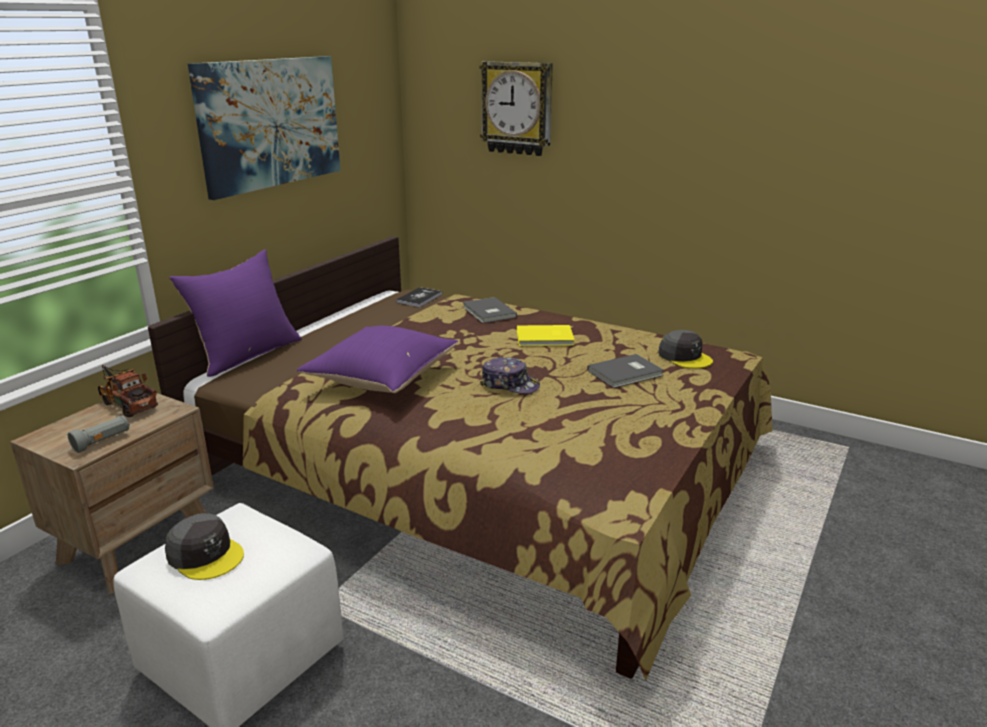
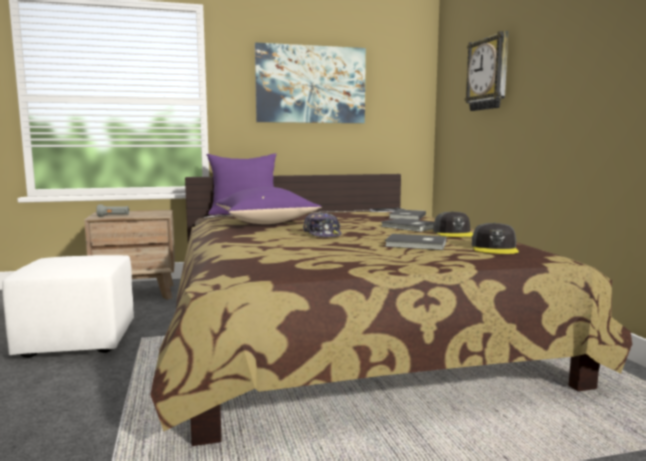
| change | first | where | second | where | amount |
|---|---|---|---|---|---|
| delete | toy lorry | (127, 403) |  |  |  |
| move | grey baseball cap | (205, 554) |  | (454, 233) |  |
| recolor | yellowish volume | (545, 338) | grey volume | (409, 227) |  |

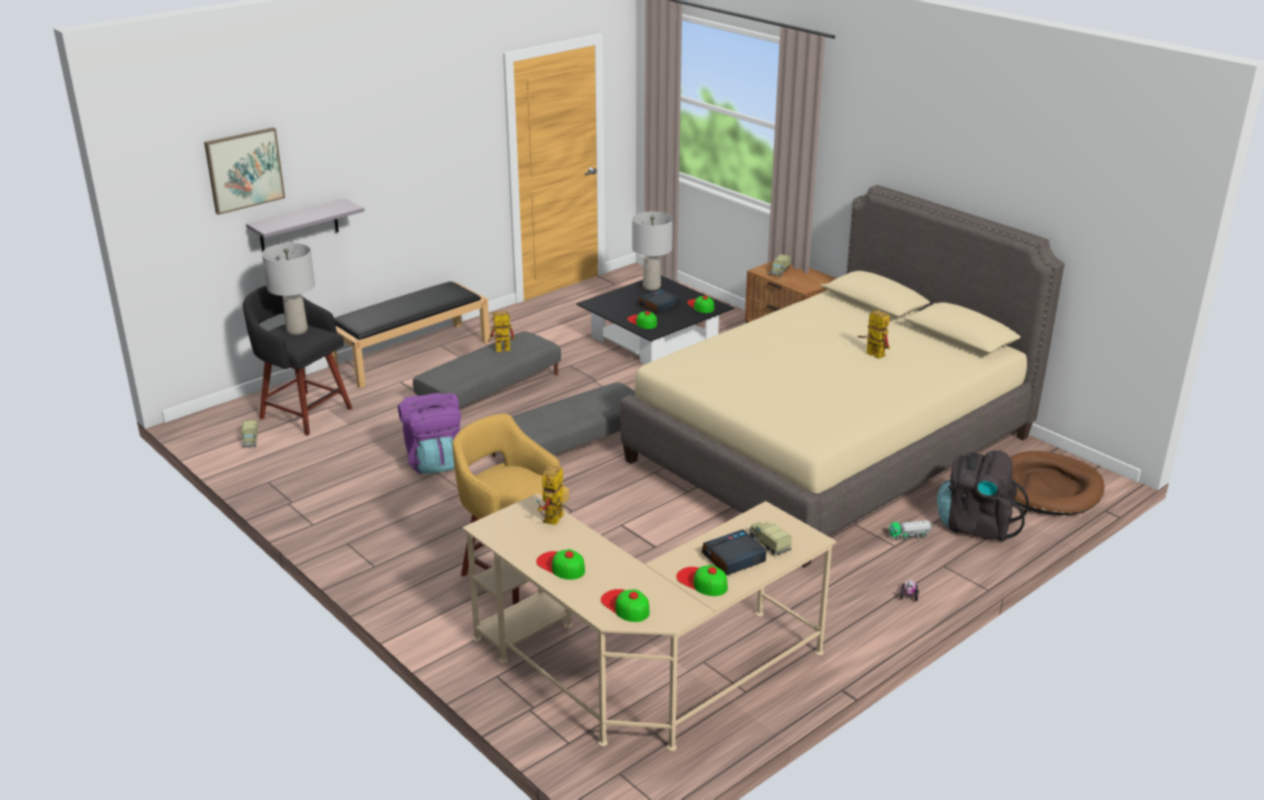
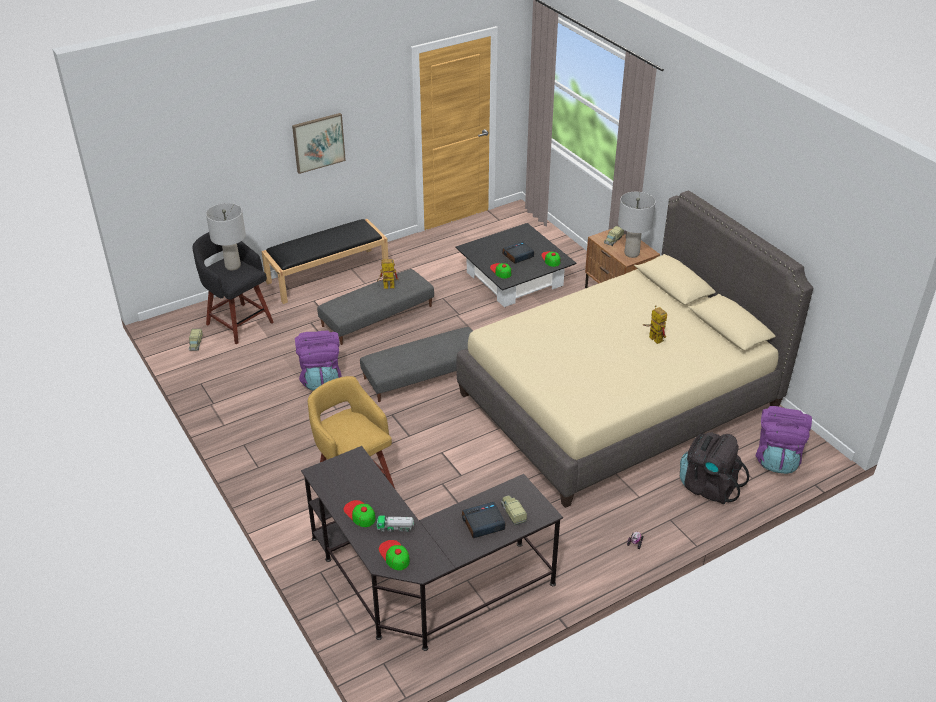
| change | first | where | second | where | amount |
|---|---|---|---|---|---|
| move | wall art | (244, 170) |  | (318, 142) |  |
| delete | grey bracket shelf | (298, 226) |  |  |  |
| recolor | beige desk | (644, 672) | blackish desk | (423, 583) |  |
| delete | robot figure | (553, 522) |  |  |  |
| move | grey tabletop lamp | (651, 287) |  | (631, 254) |  |
| delete | baseball cap | (702, 581) |  |  |  |
| move | toy lorry | (909, 535) |  | (395, 528) |  |
| replace | brownish pet bed | (1048, 488) | purplish rucksack | (777, 458) |  |

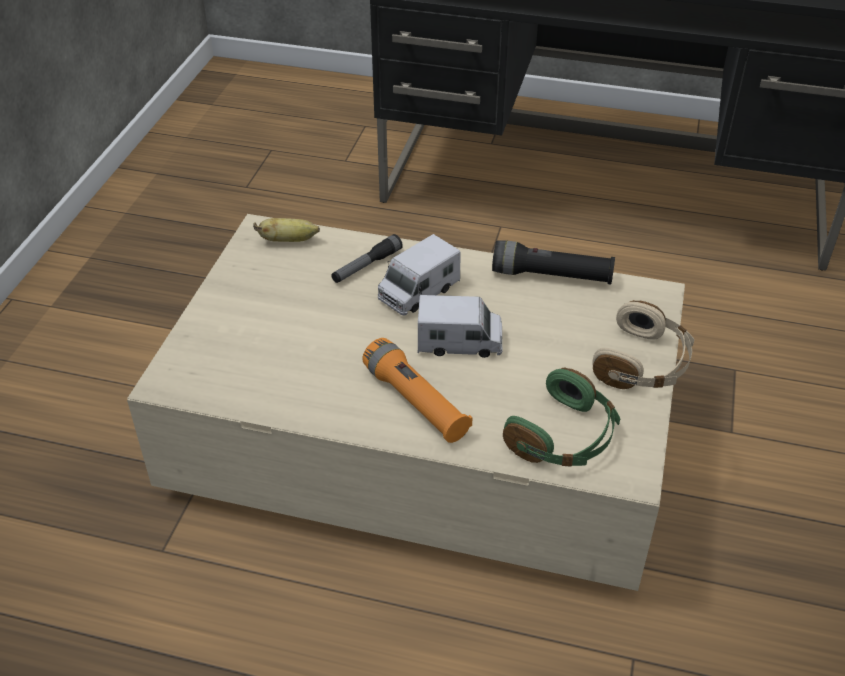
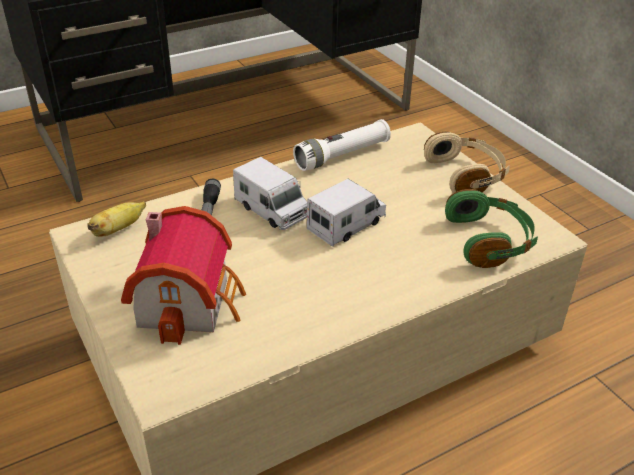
| change | first | where | second | where | amount |
|---|---|---|---|---|---|
| delete | orange flashlight | (415, 402) |  |  |  |
| rotate | toy lorry | (418, 292) |  | (271, 210) | 45 degrees counterclockwise |
| recolor | blackish flashlight | (551, 276) | whitish flashlight | (342, 155) |  |
| insert |  |  | miniature house | (191, 301) |  |

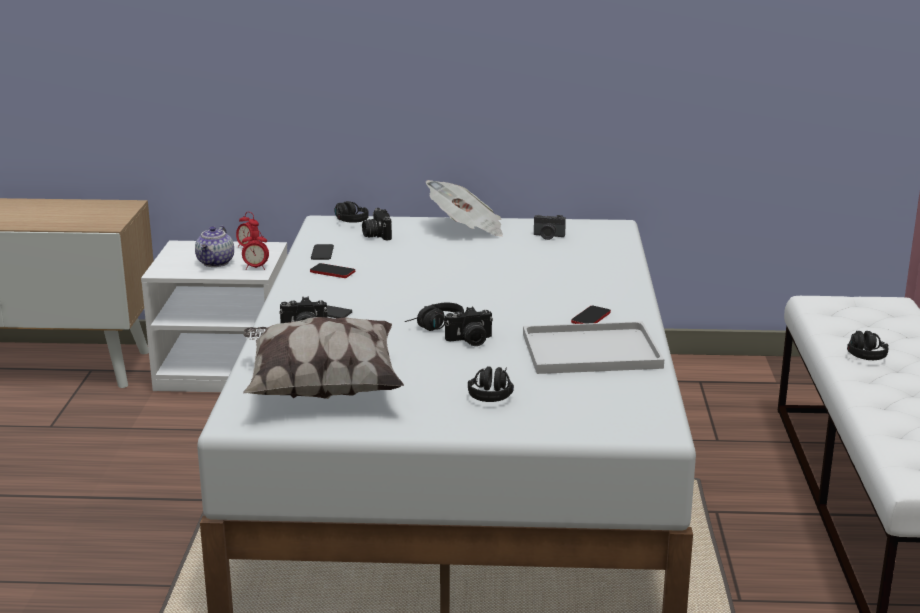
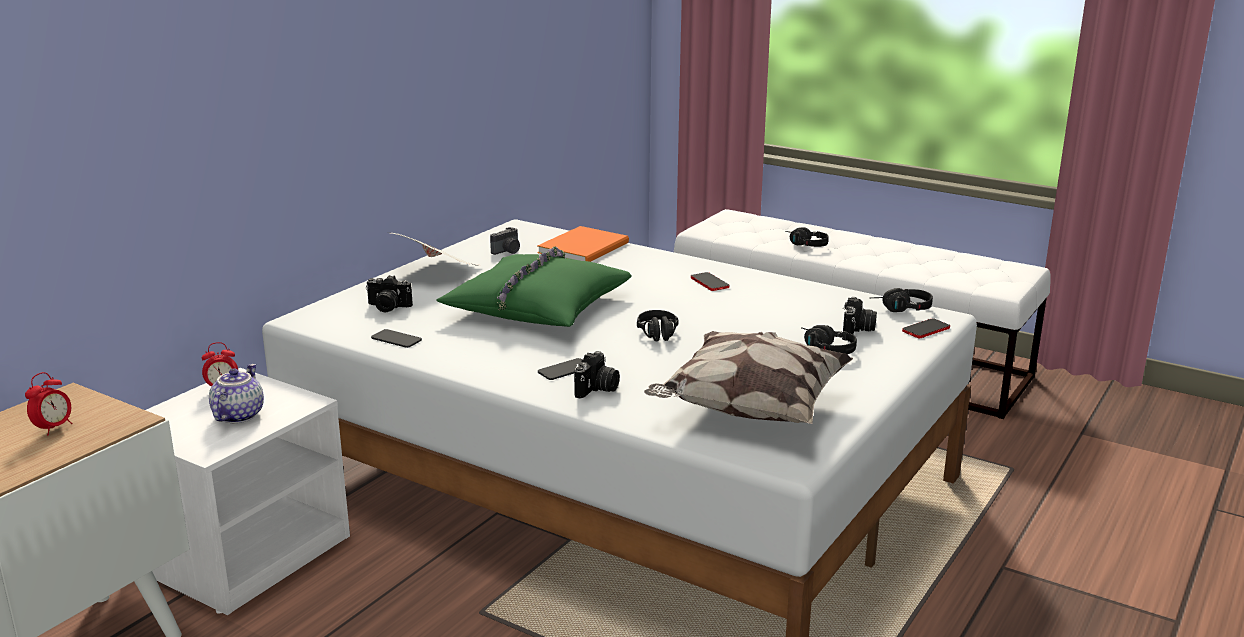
| change | first | where | second | where | amount |
|---|---|---|---|---|---|
| rotate | pot for tea | (216, 263) |  | (237, 415) | 120 degrees counterclockwise |
| move | bedside clock | (255, 268) |  | (54, 428) |  |
| move | telephone | (332, 272) |  | (926, 329) |  |
| move | blackish headphones | (348, 219) |  | (900, 309) |  |
| move | still camera | (470, 341) |  | (858, 330) |  |
| delete | whitish tray | (593, 350) |  |  |  |
| insert |  |  | greenish pillow | (537, 306) |  |
| insert |  |  | orange volume | (586, 247) |  |

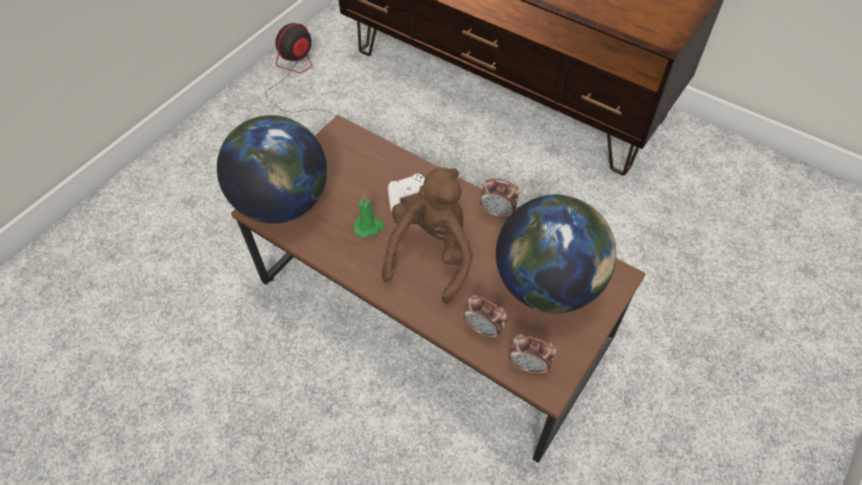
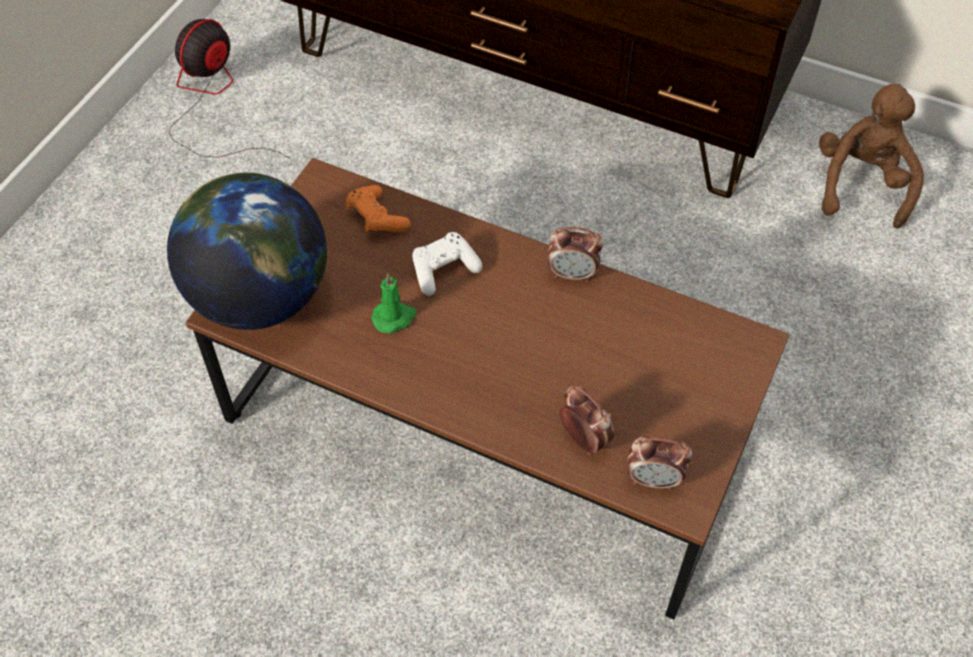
| change | first | where | second | where | amount |
|---|---|---|---|---|---|
| move | brownish plush toy | (432, 254) |  | (861, 185) |  |
| rotate | bedside clock | (484, 329) |  | (584, 439) | 150 degrees counterclockwise |
| delete | world globe | (548, 284) |  |  |  |
| insert |  |  | orange joypad | (376, 219) |  |

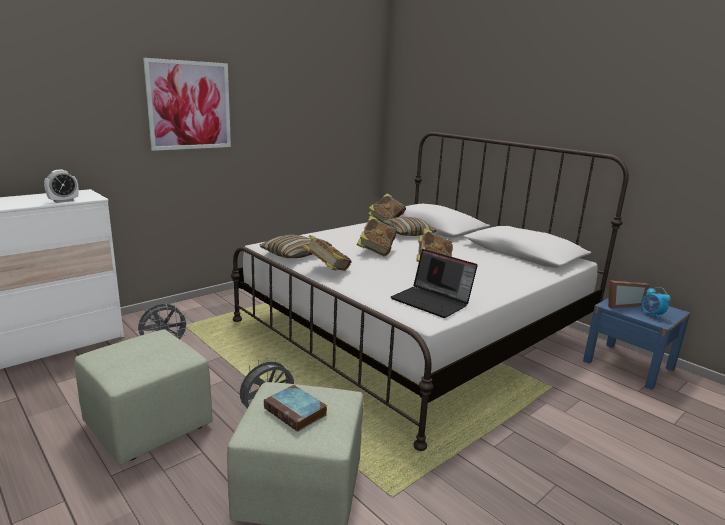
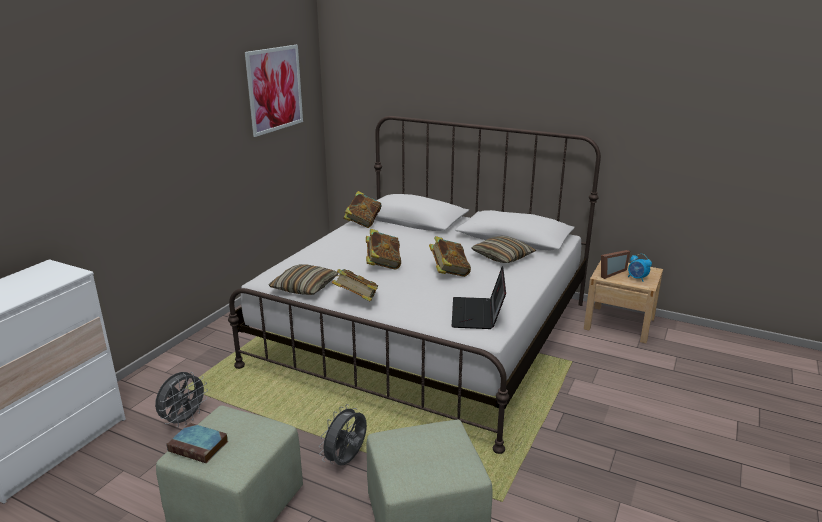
| change | first | where | second | where | amount |
|---|---|---|---|---|---|
| delete | bedside clock | (63, 201) |  |  |  |
| move | wall art | (189, 105) |  | (275, 89) |  |
| move | volume | (296, 412) |  | (199, 446) |  |
| move | pillow | (408, 233) |  | (503, 256) |  |
| rotate | portable computer | (432, 301) |  | (478, 314) | 75 degrees clockwise |
| recolor | blue-coloured night table | (628, 365) | beige night table | (619, 323) |  |

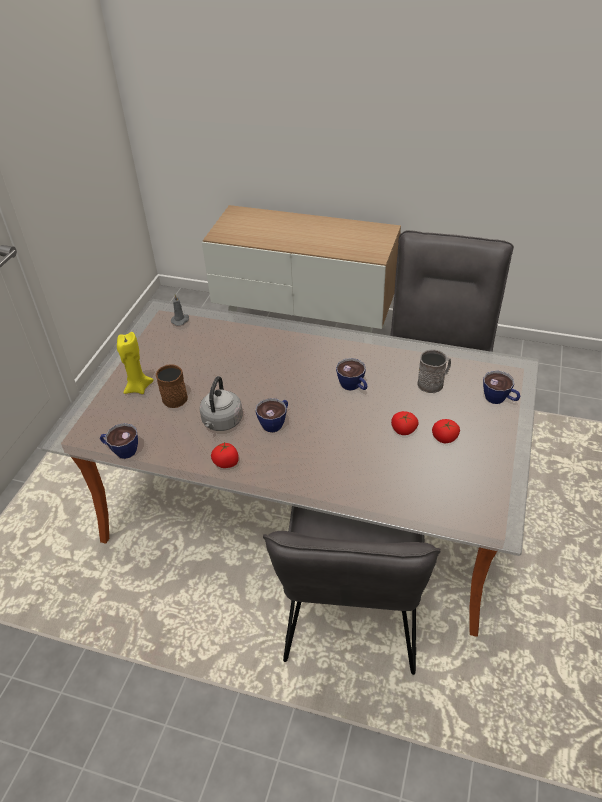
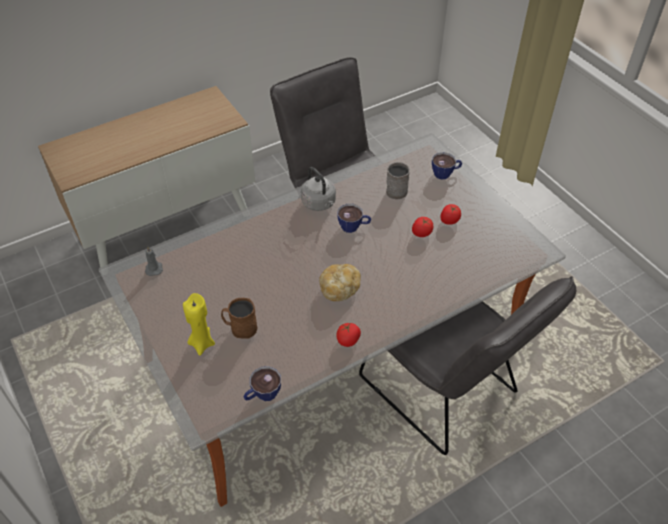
| change | first | where | second | where | amount |
|---|---|---|---|---|---|
| move | grey water kettle | (221, 422) |  | (319, 203) |  |
| replace | cup | (275, 422) | bakery bread | (339, 288) |  |

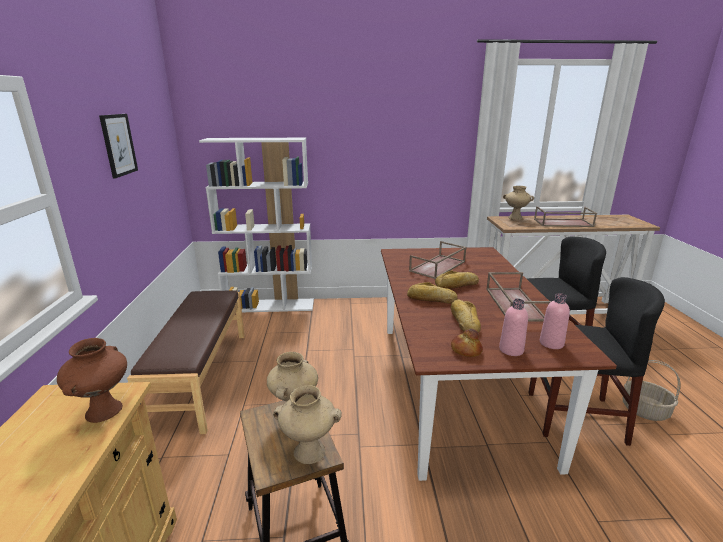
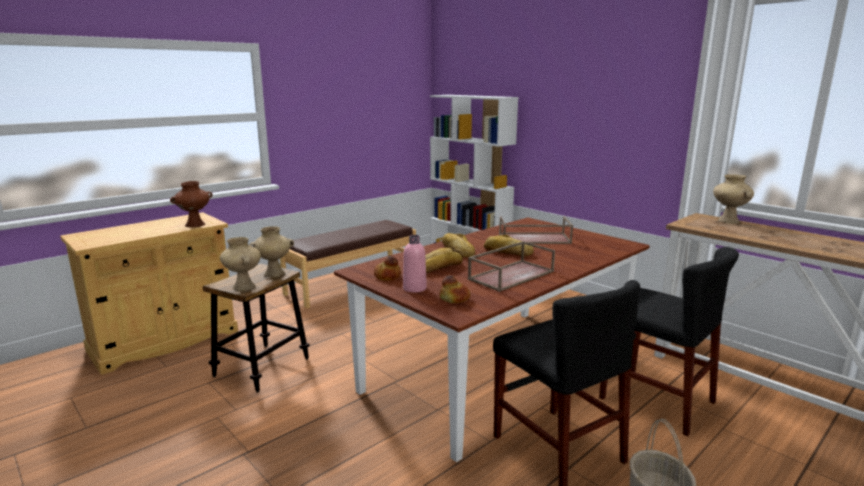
| change | first | where | second | where | amount |
|---|---|---|---|---|---|
| delete | wall art | (118, 145) |  |  |  |
| delete | brownish tray | (562, 223) |  |  |  |
| replace | pink-coloured bottle | (551, 343) | bakery bread | (454, 299) |  |

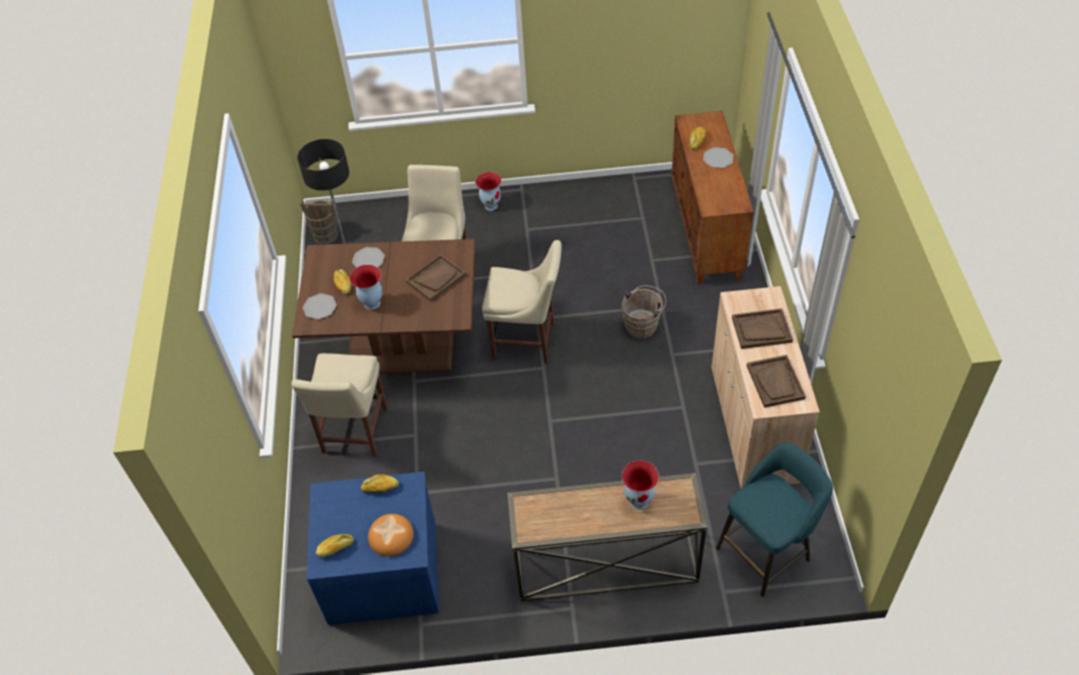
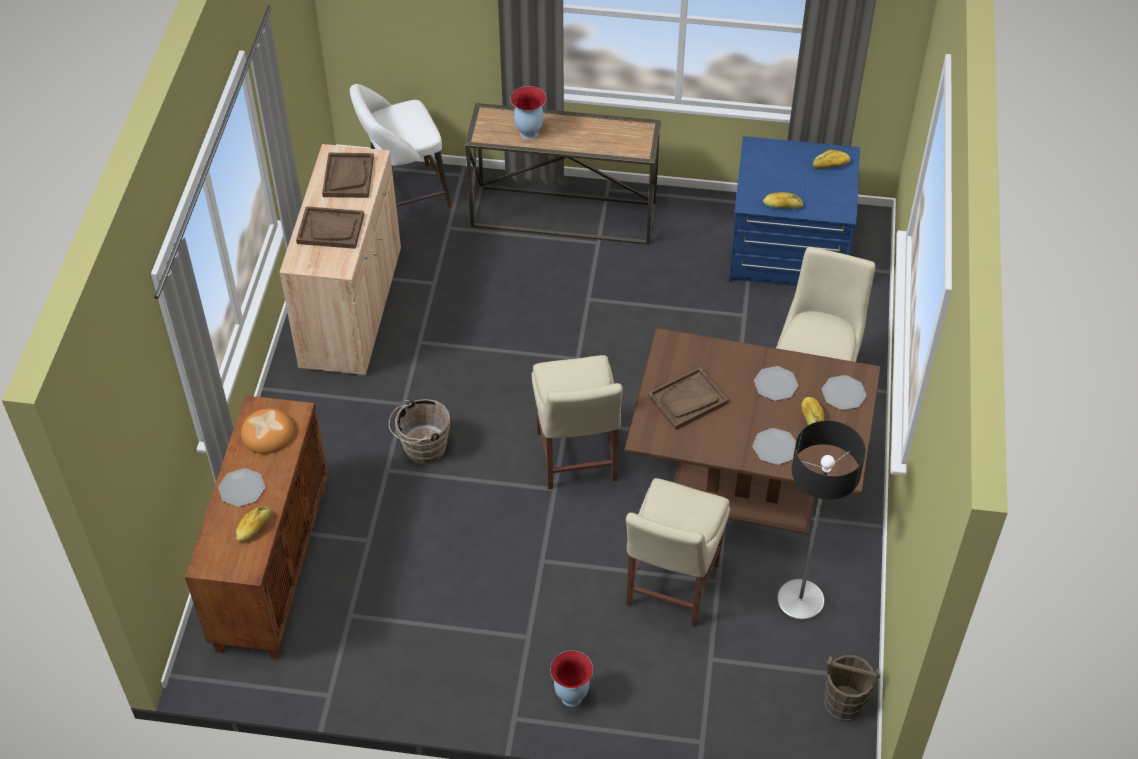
| change | first | where | second | where | amount |
|---|---|---|---|---|---|
| replace | decorative vase | (371, 303) | dinner plate | (775, 384) |  |
| move | bakery bread | (391, 537) |  | (268, 433) |  |
| rotate | beige upright chair | (527, 341) |  | (576, 460) | 120 degrees counterclockwise |
| recolor | blue-green stool | (766, 551) | whitish stool | (404, 196) |  |

